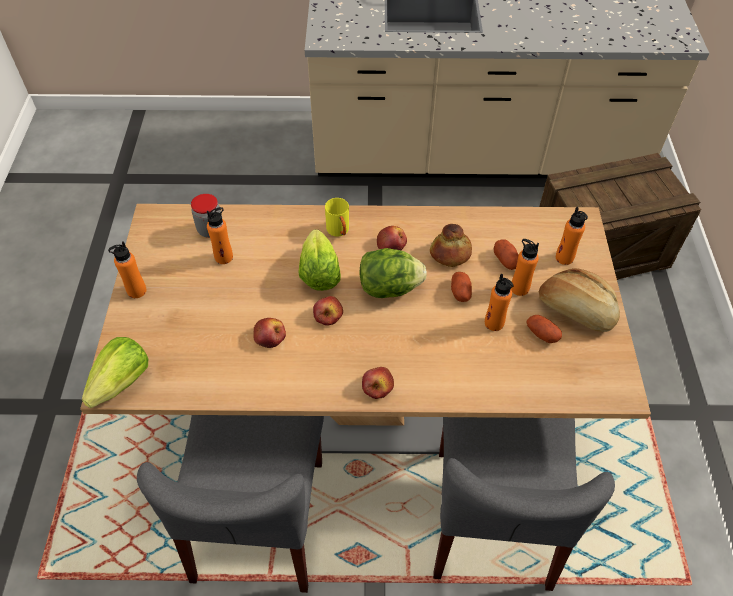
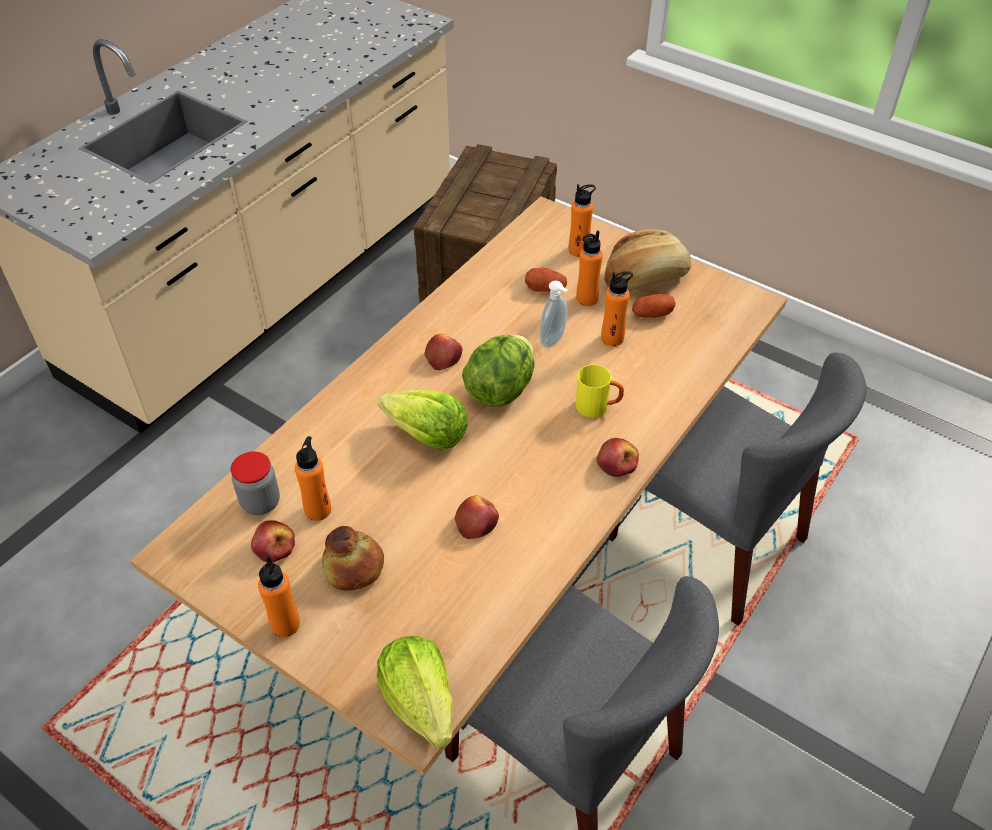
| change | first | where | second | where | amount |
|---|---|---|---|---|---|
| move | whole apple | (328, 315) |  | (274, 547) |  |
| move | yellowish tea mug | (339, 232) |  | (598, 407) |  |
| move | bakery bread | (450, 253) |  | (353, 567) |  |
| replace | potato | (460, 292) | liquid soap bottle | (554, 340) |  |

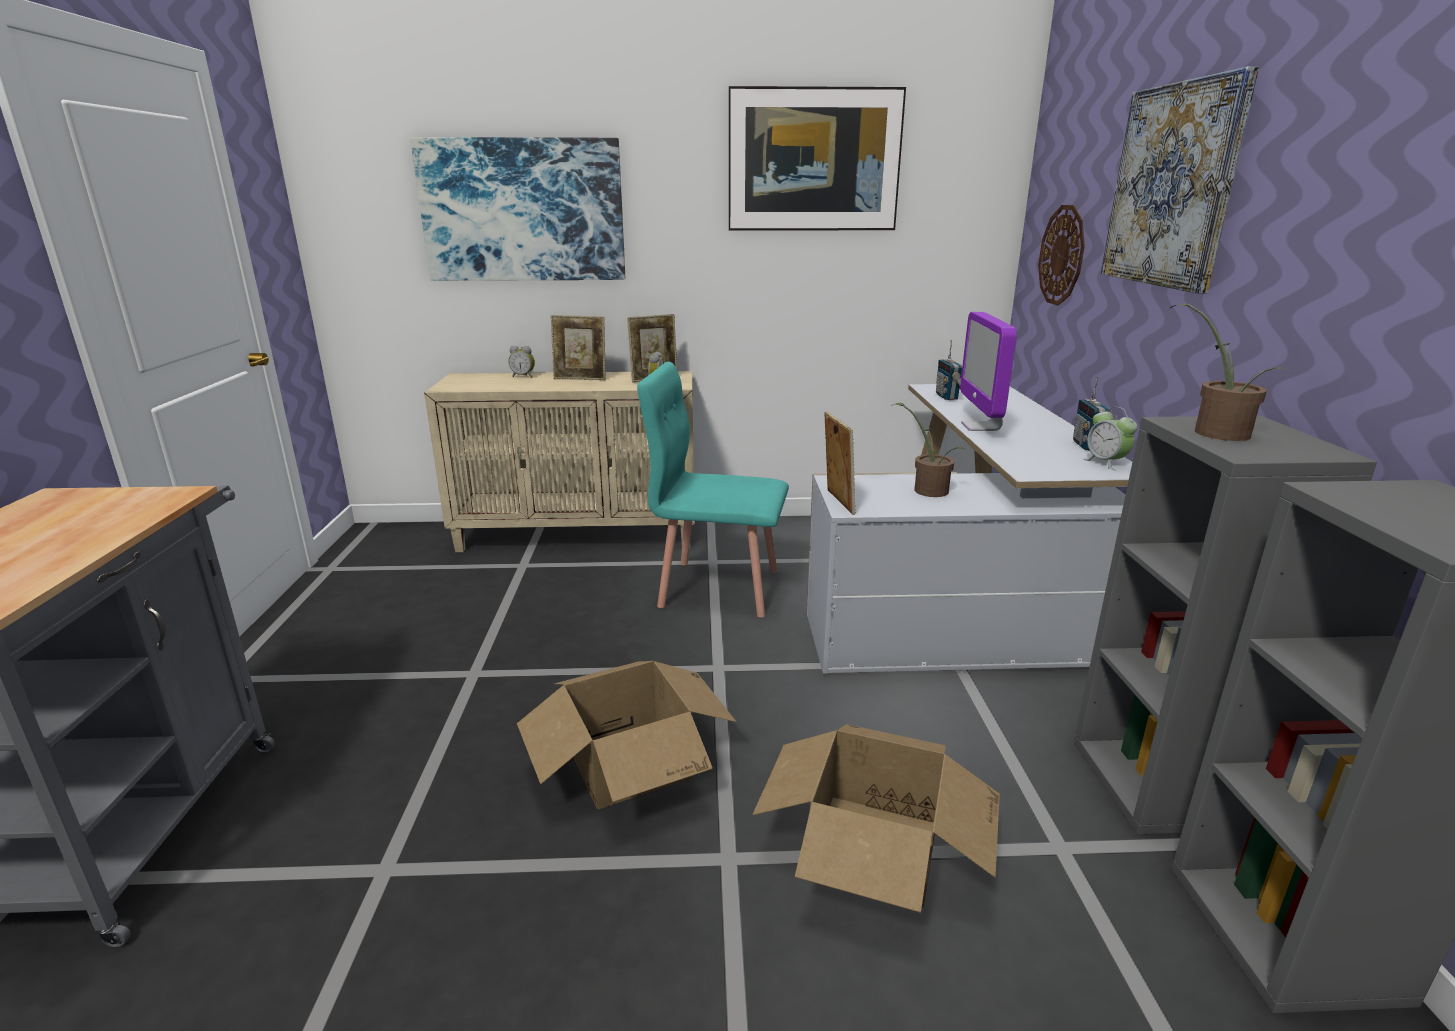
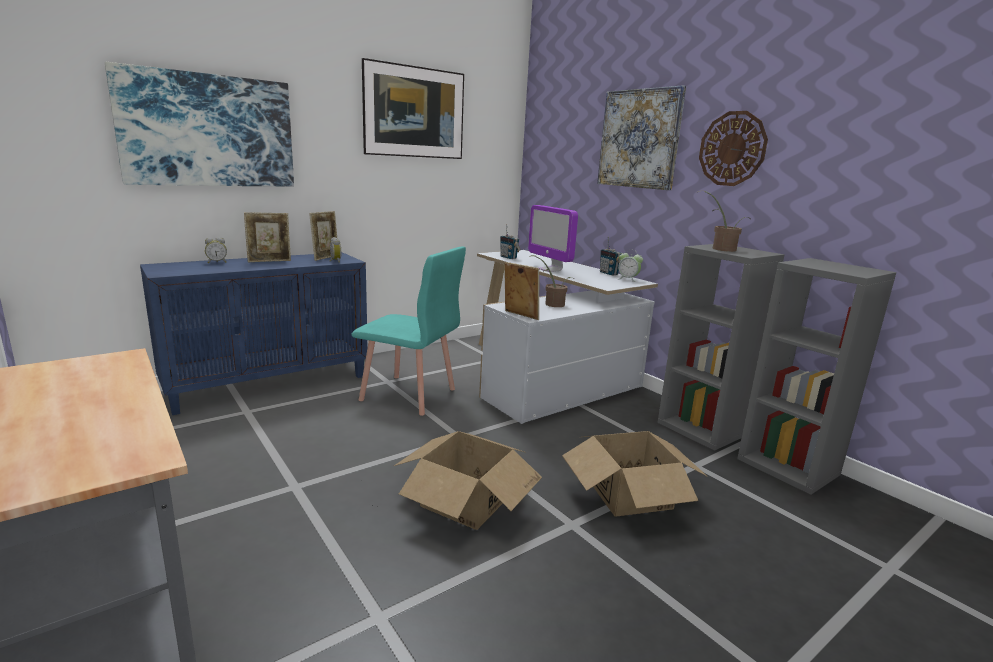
| change | first | where | second | where | amount |
|---|---|---|---|---|---|
| recolor | beige cabinet | (579, 535) | blue-coloured cabinet | (270, 384) |  |
| rotate | blue-green upright chair | (718, 587) |  | (408, 395) | 135 degrees counterclockwise |
| move | clock on the wall | (1062, 255) |  | (732, 149) |  |

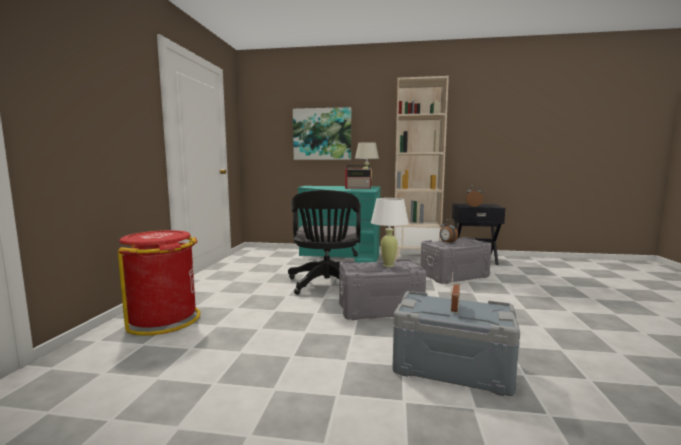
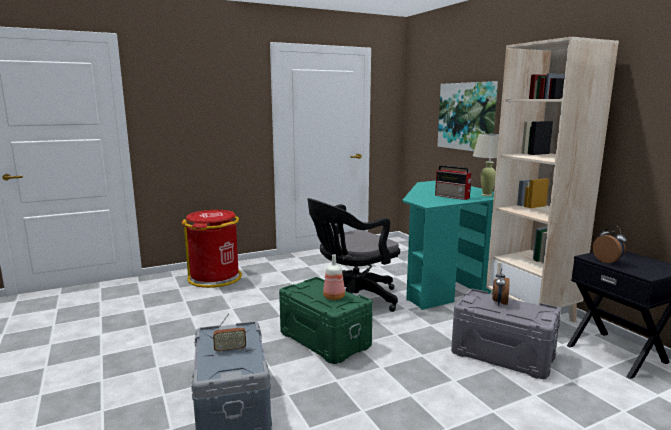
| change | first | where | second | where | amount |
|---|---|---|---|---|---|
| recolor | grey storage container | (379, 308) | greenish storage container | (325, 339) |  |
| replace | whitish tabletop lamp | (388, 265) | bottle | (334, 297) |  |

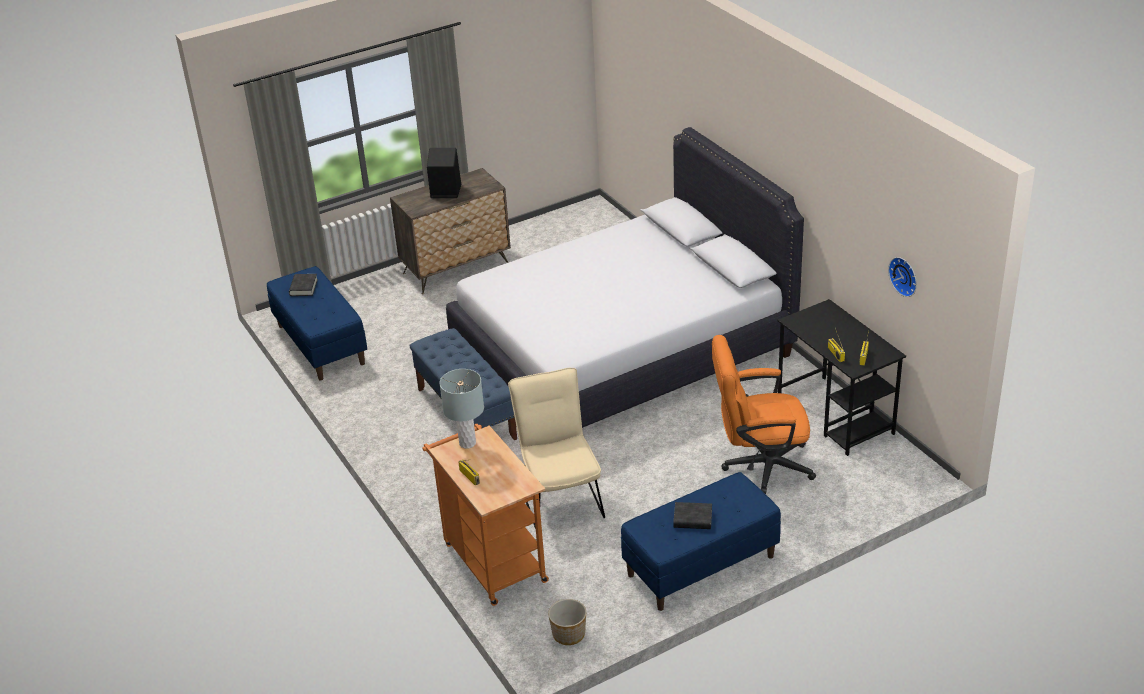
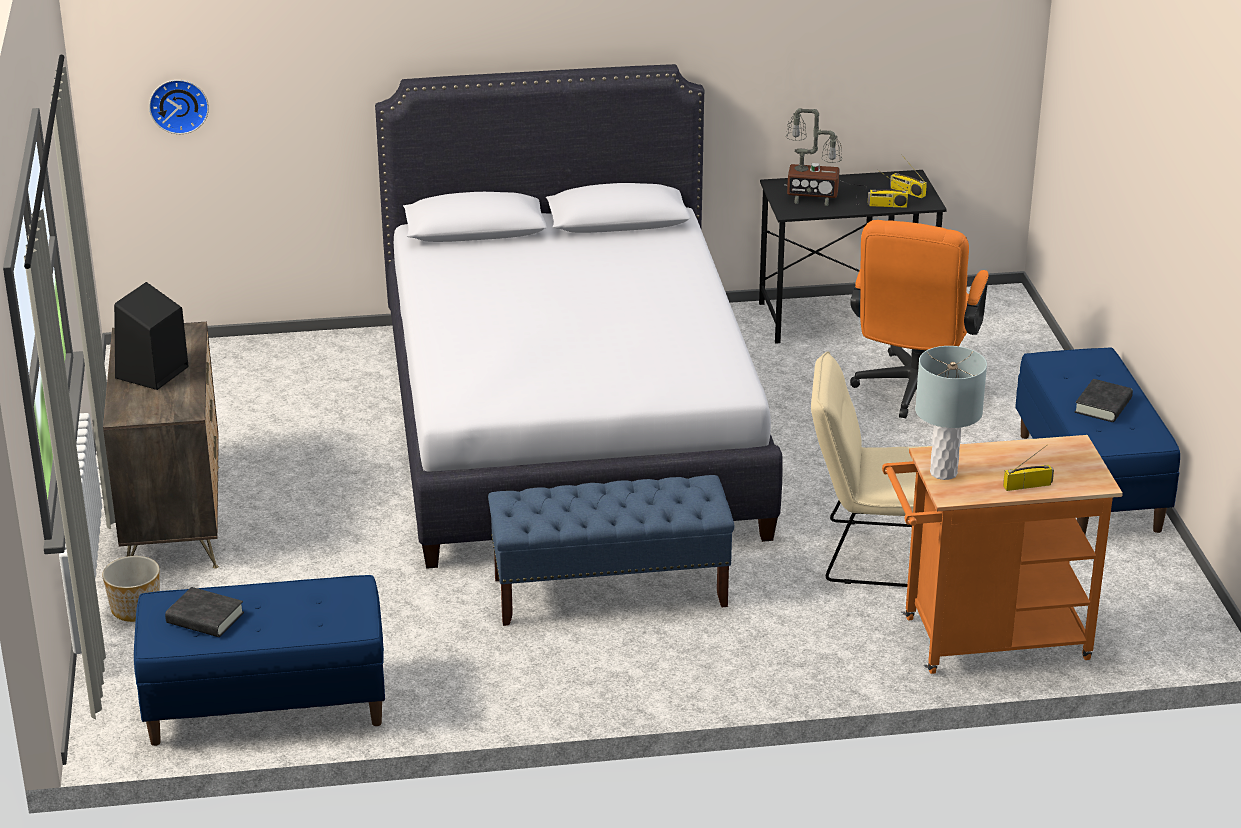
| change | first | where | second | where | amount |
|---|---|---|---|---|---|
| move | flower pot | (568, 634) |  | (135, 609) |  |
| move | clock on the wall | (905, 275) |  | (179, 105) |  |
| insert |  |  | tabletop lamp | (820, 195) |  |

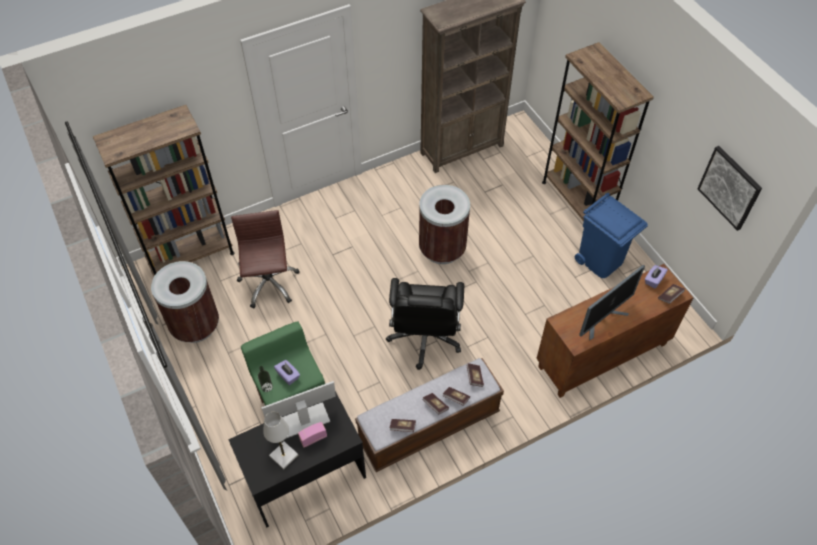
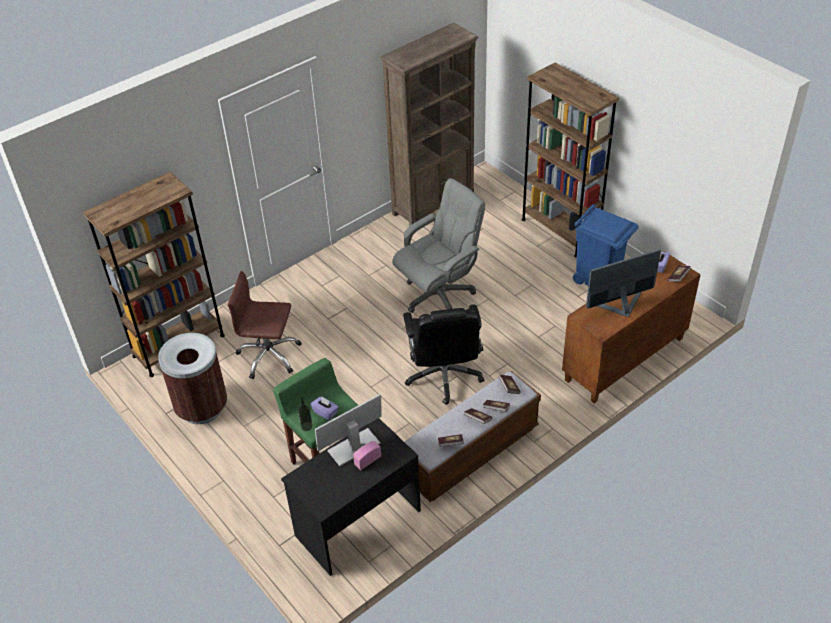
| change | first | where | second | where | amount |
|---|---|---|---|---|---|
| rotate | brownish computer chair | (268, 283) |  | (269, 356) | 60 degrees counterclockwise |
| delete | whitish tabletop lamp | (284, 455) |  |  |  |
| replace | brownish waste bin | (442, 249) | grey computer chair | (439, 294) |  |
| rotate | monitor | (602, 318) |  | (620, 306) | 150 degrees counterclockwise |
| delete | wall art | (729, 187) |  |  |  |

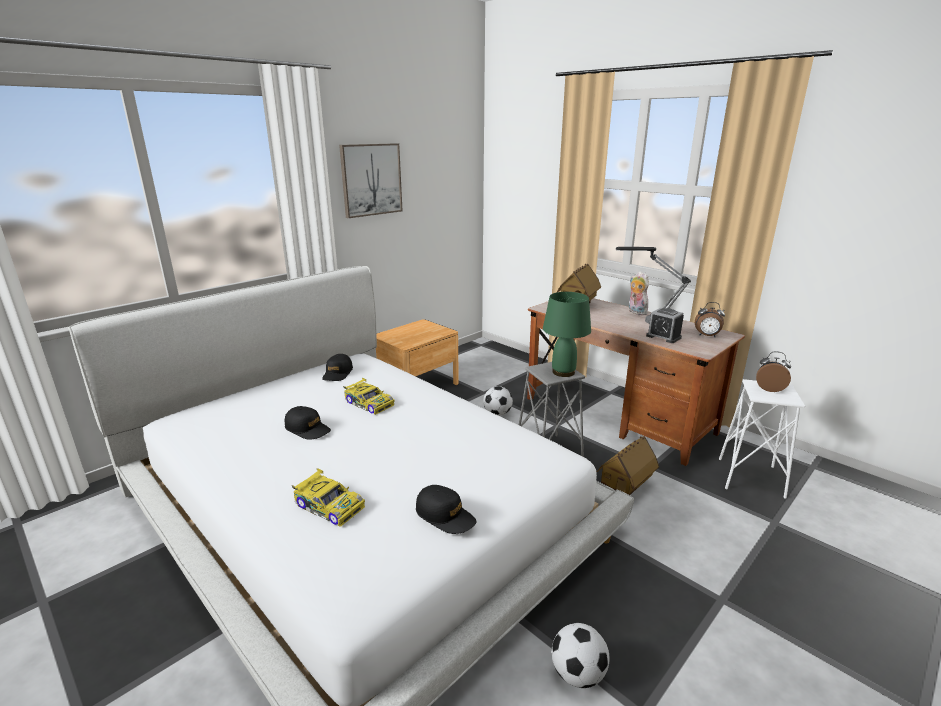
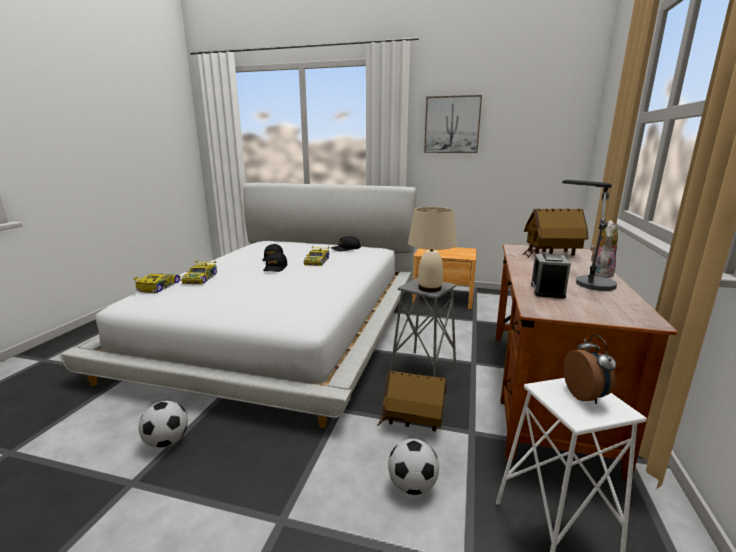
| change | first | where | second | where | amount |
|---|---|---|---|---|---|
| move | blackish baseball cap | (445, 516) |  | (275, 268) |  |
| move | ball for football | (497, 413) |  | (412, 485) |  |
| recolor | greenish tabletop lamp | (563, 372) | beige tabletop lamp | (429, 288) |  |
| delete | bedside clock | (707, 336) |  |  |  |
| insert |  |  | miniature car | (158, 286) |  |

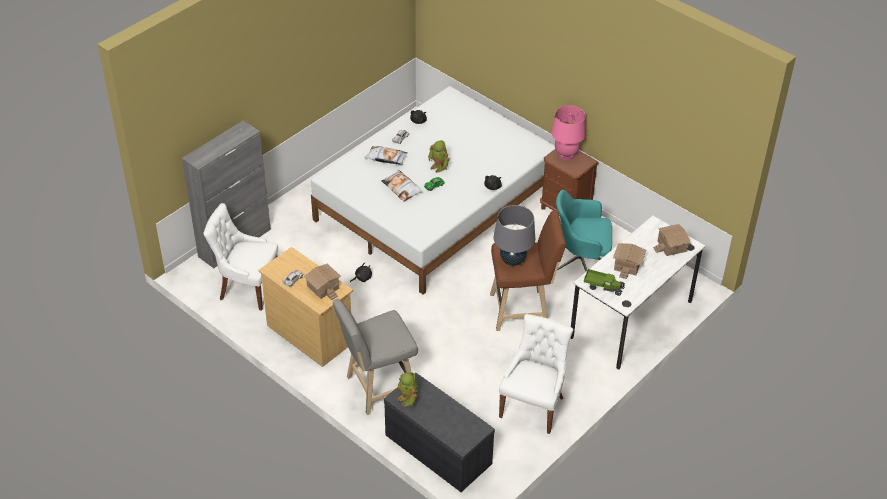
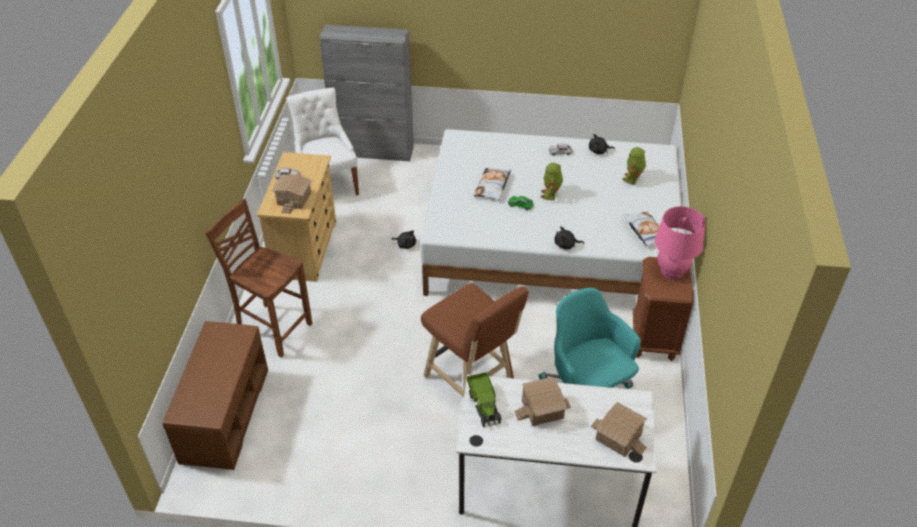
| change | first | where | second | where | amount |
|---|---|---|---|---|---|
| replace | grey stool | (377, 388) | brownish upright chair | (273, 328) |  |
| move | pillow | (386, 158) |  | (645, 232) |  |
| recolor | grey long seat | (436, 449) | brownish long seat | (224, 413) |  |
| move | robot figure | (408, 399) |  | (633, 179) |  |
| delete | grey tabletop lamp | (512, 260) |  |  |  |
| delete | whitish upright chair | (533, 406) |  |  |  |

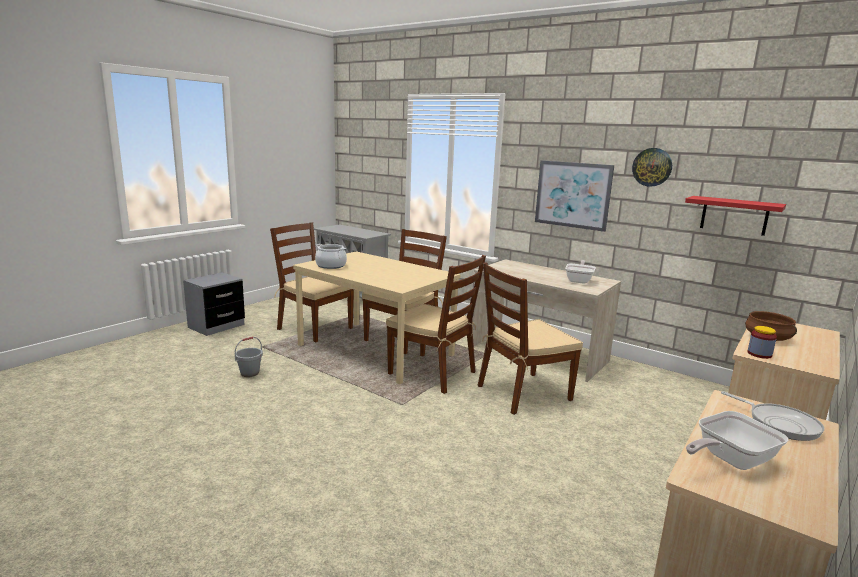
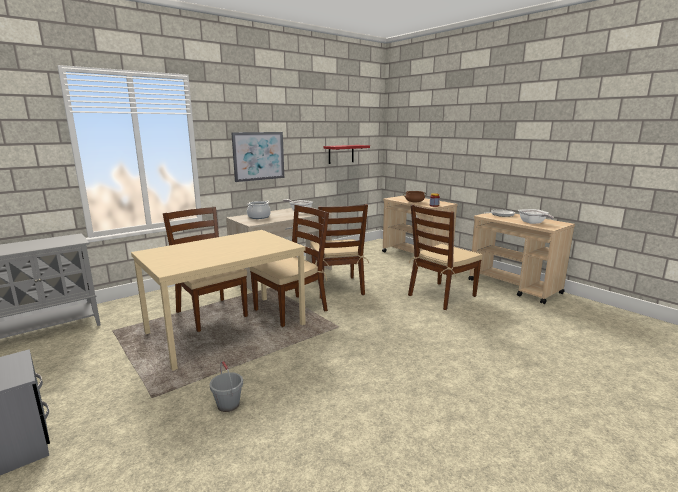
| change | first | where | second | where | amount |
|---|---|---|---|---|---|
| move | brownish upright chair | (314, 329) |  | (441, 296) |  |
| move | cooking pot | (331, 266) |  | (259, 217) |  |
| delete | clock on the wall | (652, 167) |  |  |  |

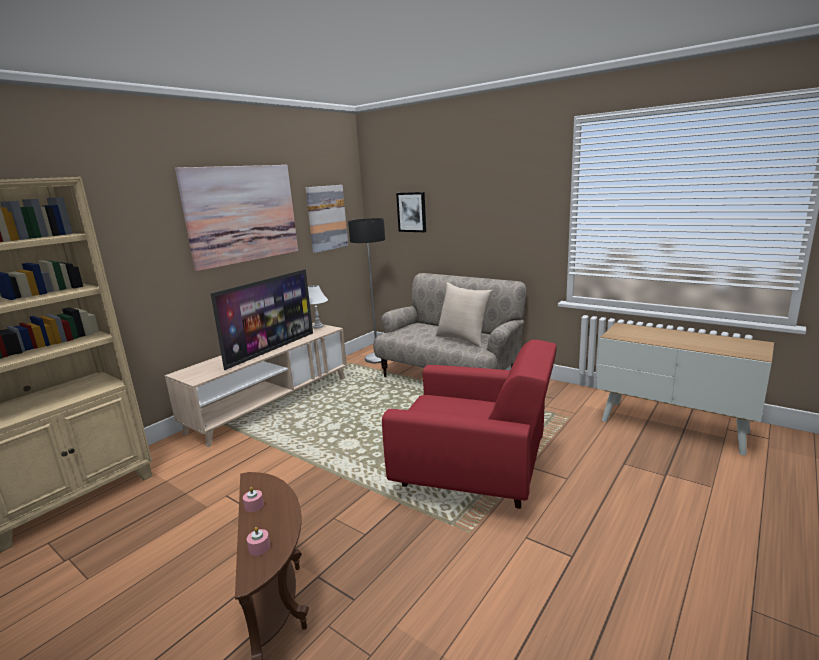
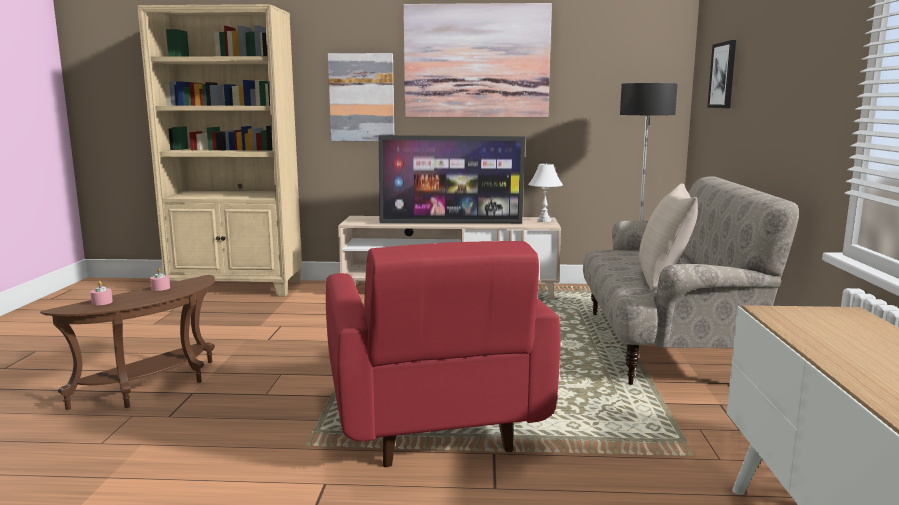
| change | first | where | second | where | amount |
|---|---|---|---|---|---|
| move | wall art | (326, 218) |  | (362, 97) |  |

